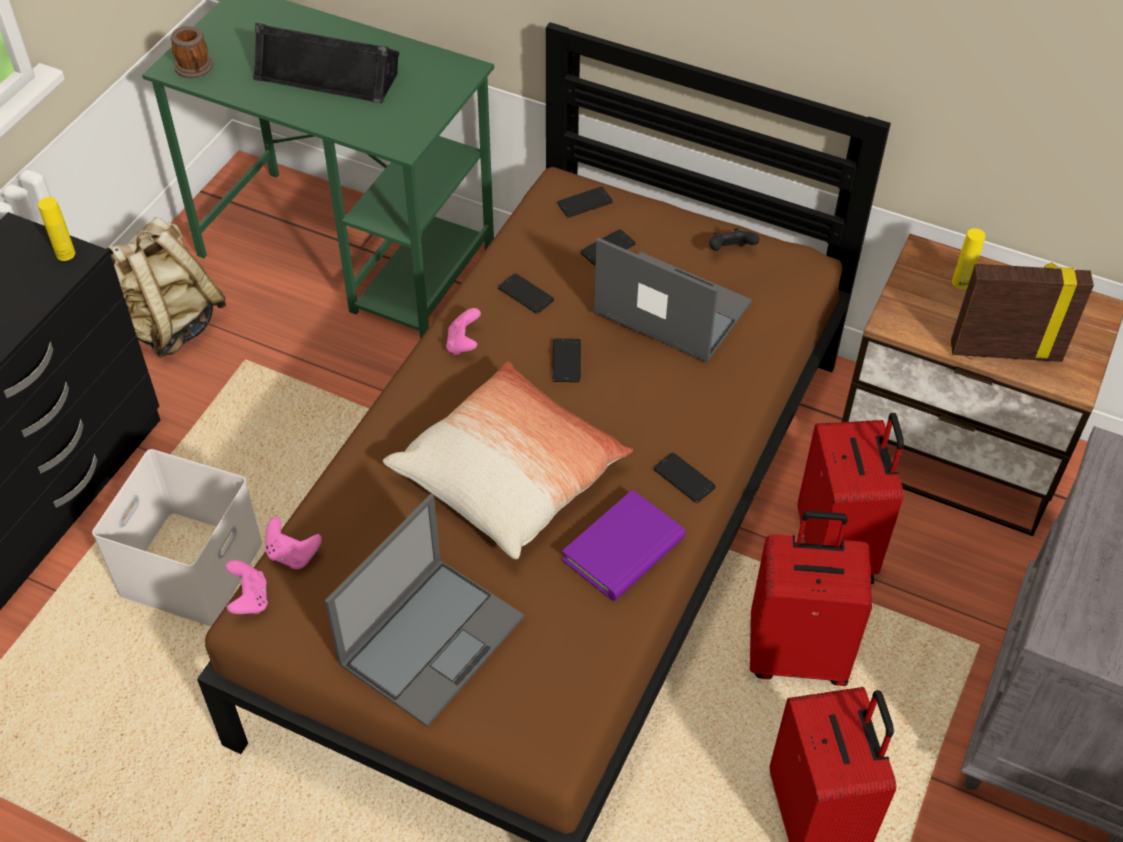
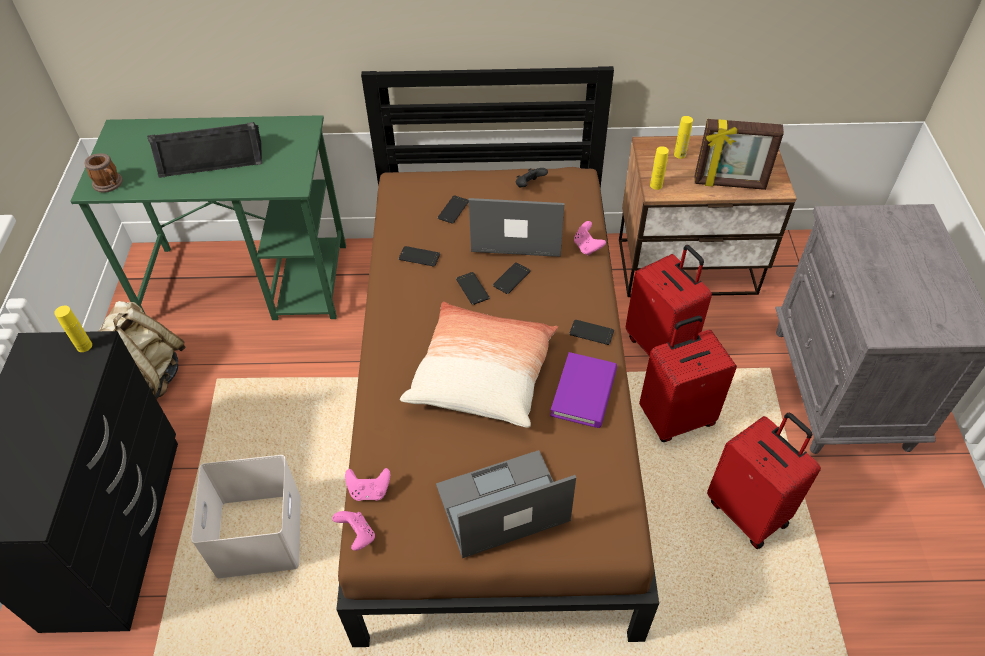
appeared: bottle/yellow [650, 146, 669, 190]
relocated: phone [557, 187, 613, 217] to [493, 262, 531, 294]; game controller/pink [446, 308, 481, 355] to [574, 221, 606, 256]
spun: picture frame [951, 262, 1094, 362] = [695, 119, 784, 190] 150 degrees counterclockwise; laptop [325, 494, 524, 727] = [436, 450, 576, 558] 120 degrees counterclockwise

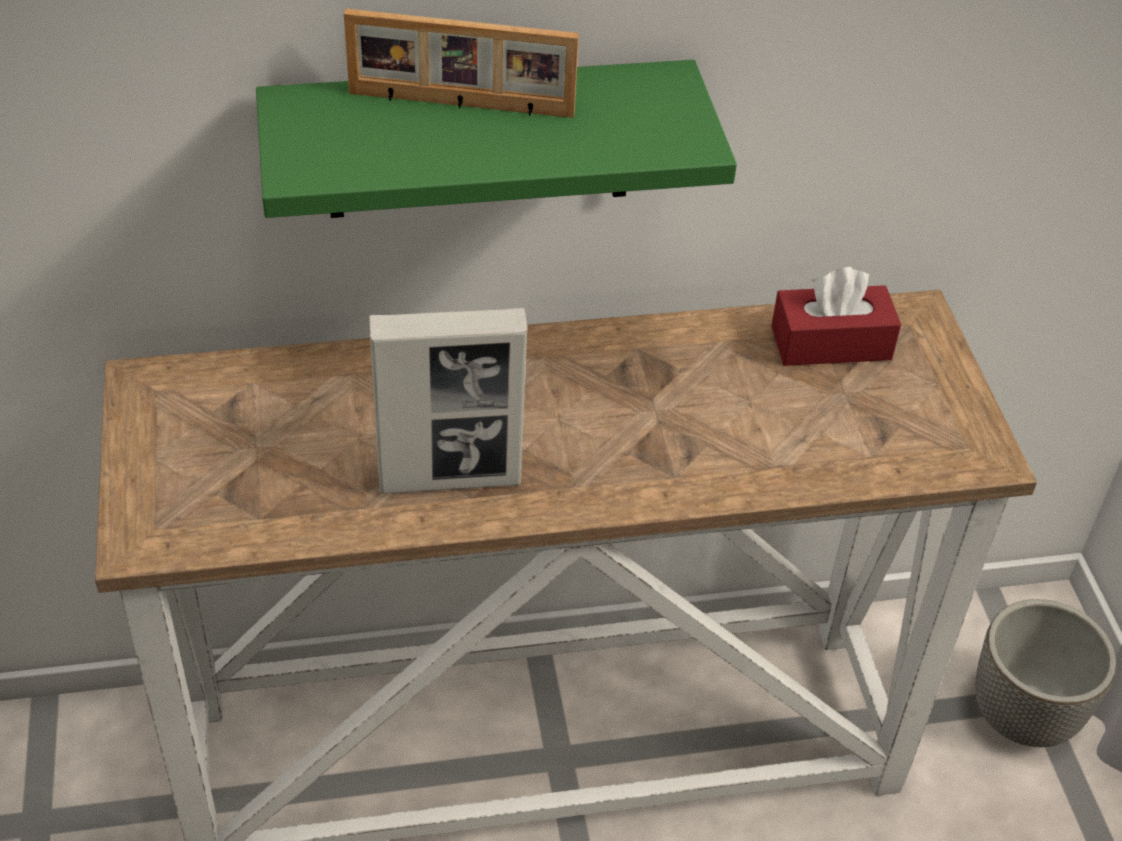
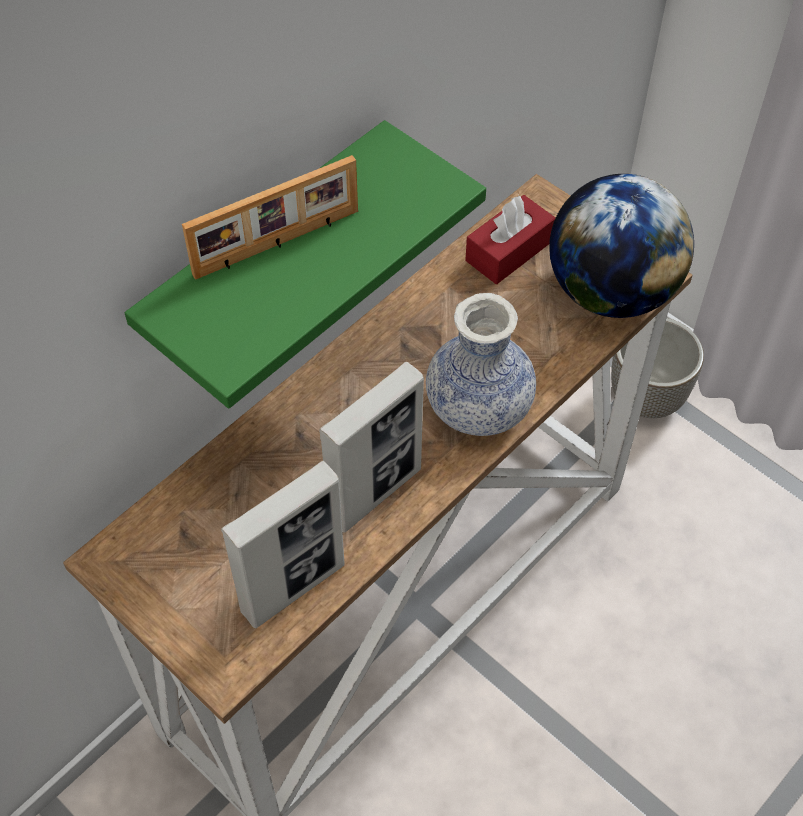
appeared: globe [549, 174, 694, 318]; vase [426, 293, 536, 436]; picture frame [221, 461, 345, 628]

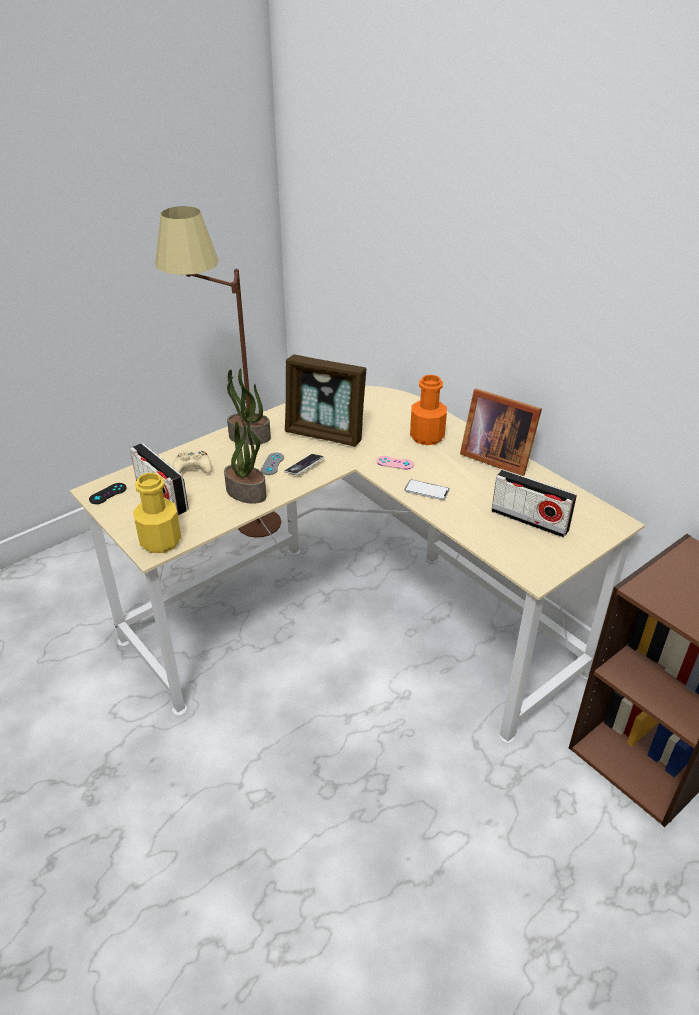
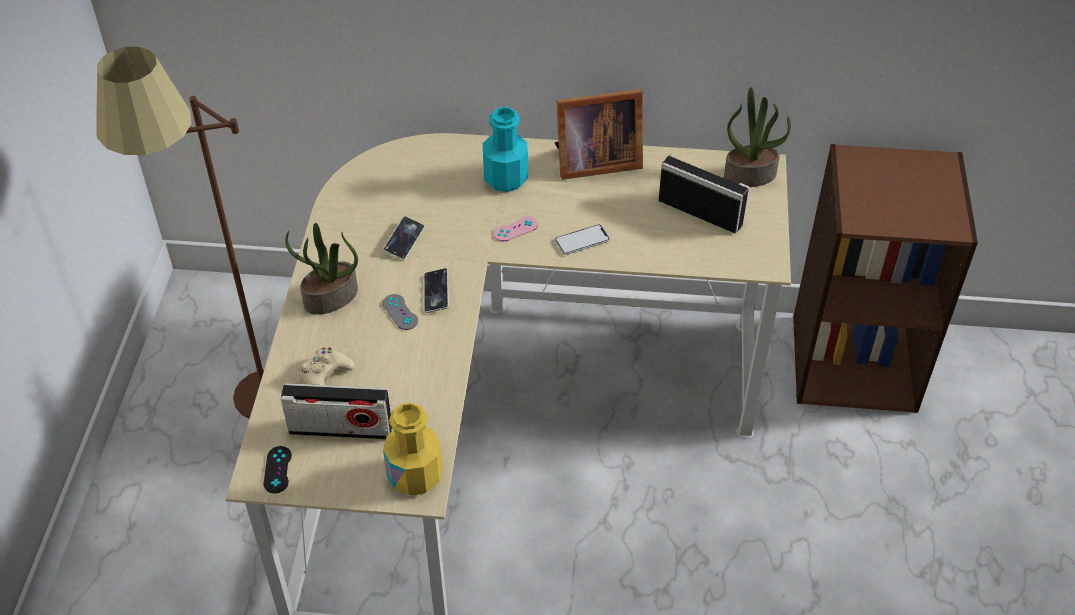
relocated: potted plant [224, 415, 266, 504] to [724, 87, 791, 187]
exchanged: picture frame [285, 354, 366, 447] to phone [383, 216, 425, 260]
colour: bottle/orange [410, 375, 447, 445] to bottle/turquoise [483, 107, 528, 192]
spun: radio [491, 469, 577, 538] = [658, 154, 750, 233] 135 degrees counterclockwise

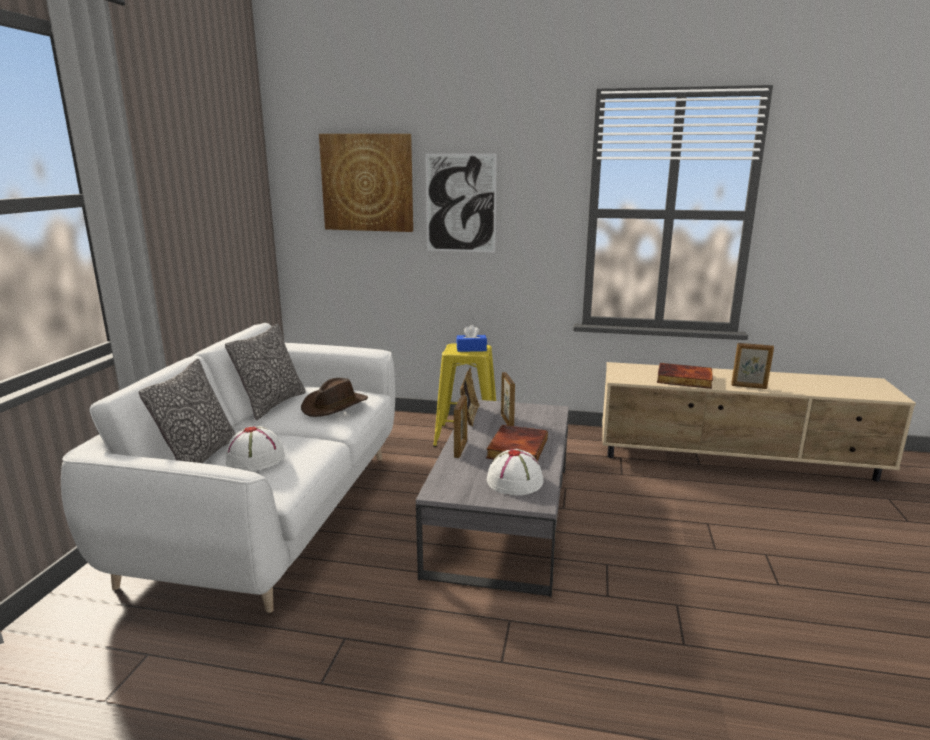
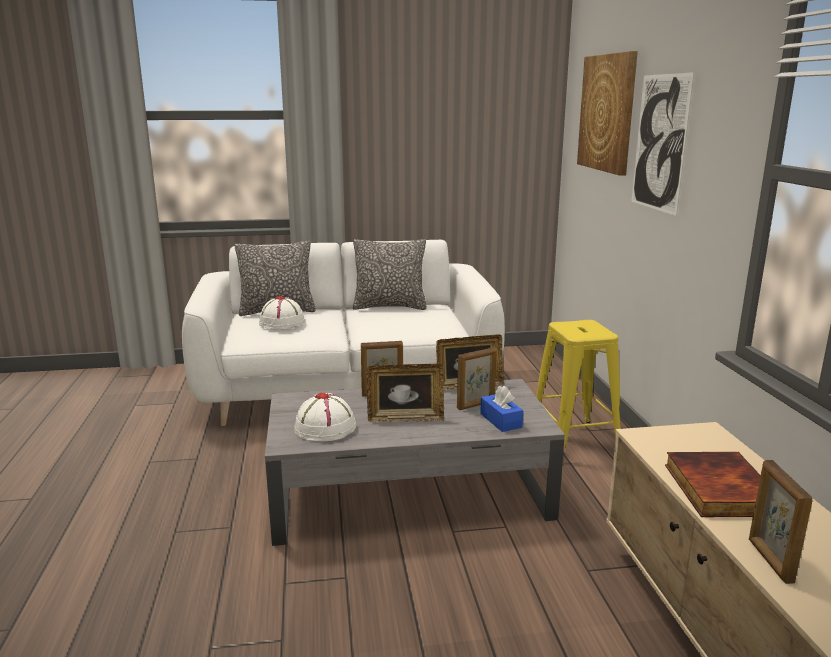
missing: hat/brown [301, 378, 368, 417]
relocated: tissue box/blue [456, 325, 487, 352] to [480, 386, 523, 432]
exchanged: book [486, 425, 548, 461] to picture frame [366, 364, 444, 423]

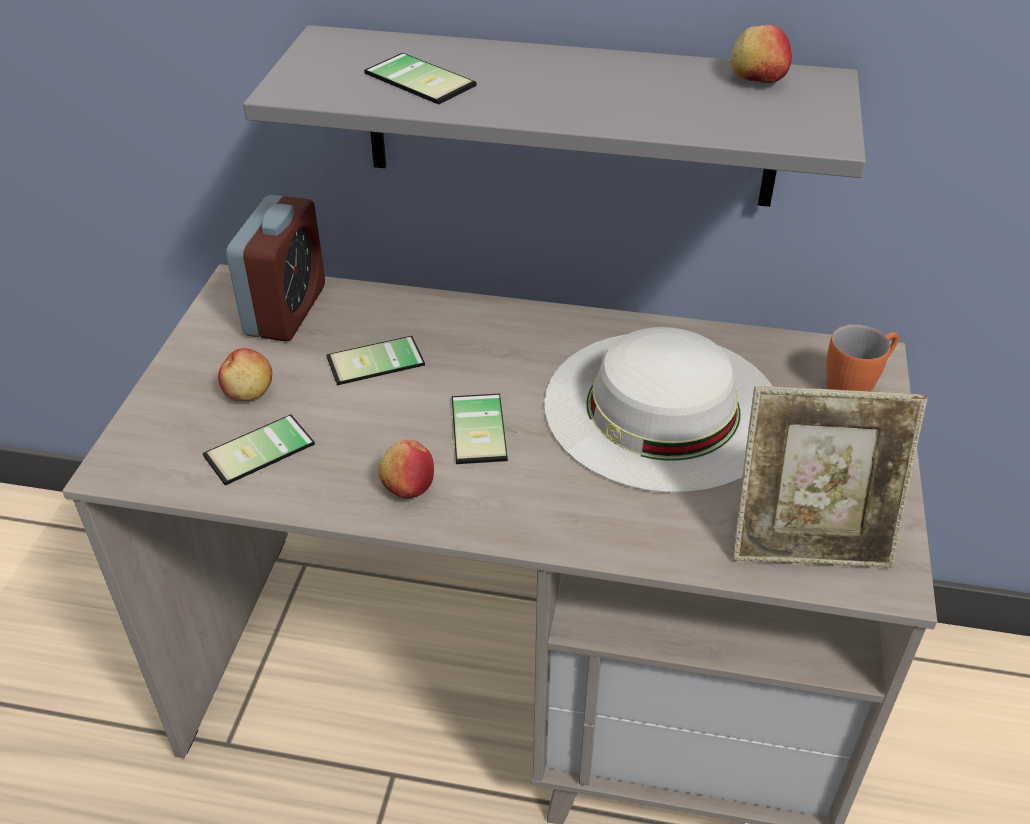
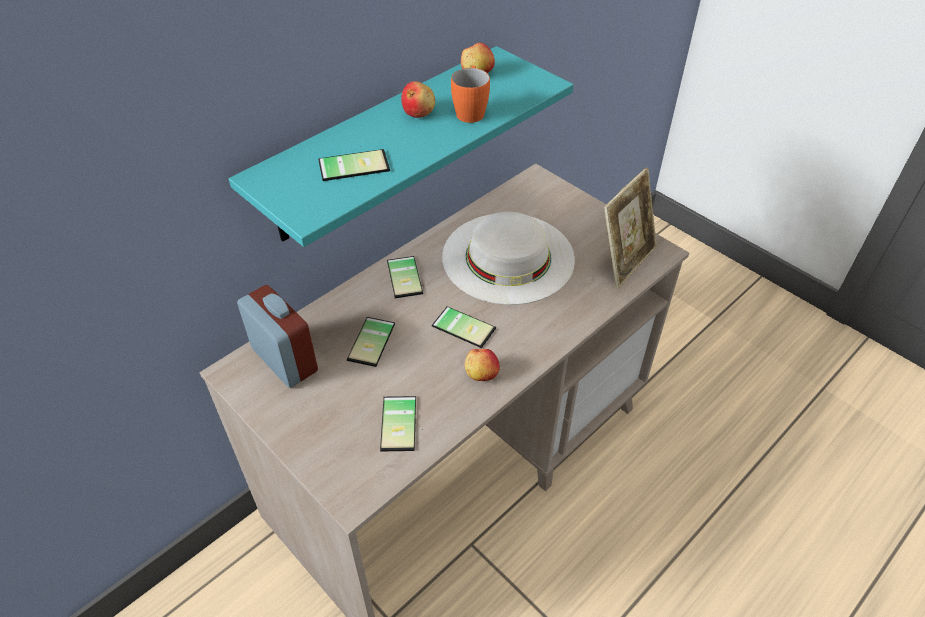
appeared: phone [387, 256, 423, 298]
relocated: mug/orange [826, 324, 899, 391] to [451, 66, 490, 123]; apple [218, 348, 272, 402] to [401, 81, 435, 118]
colour: shelf/grey [243, 25, 866, 207] to shelf/turquoise [229, 46, 573, 247]

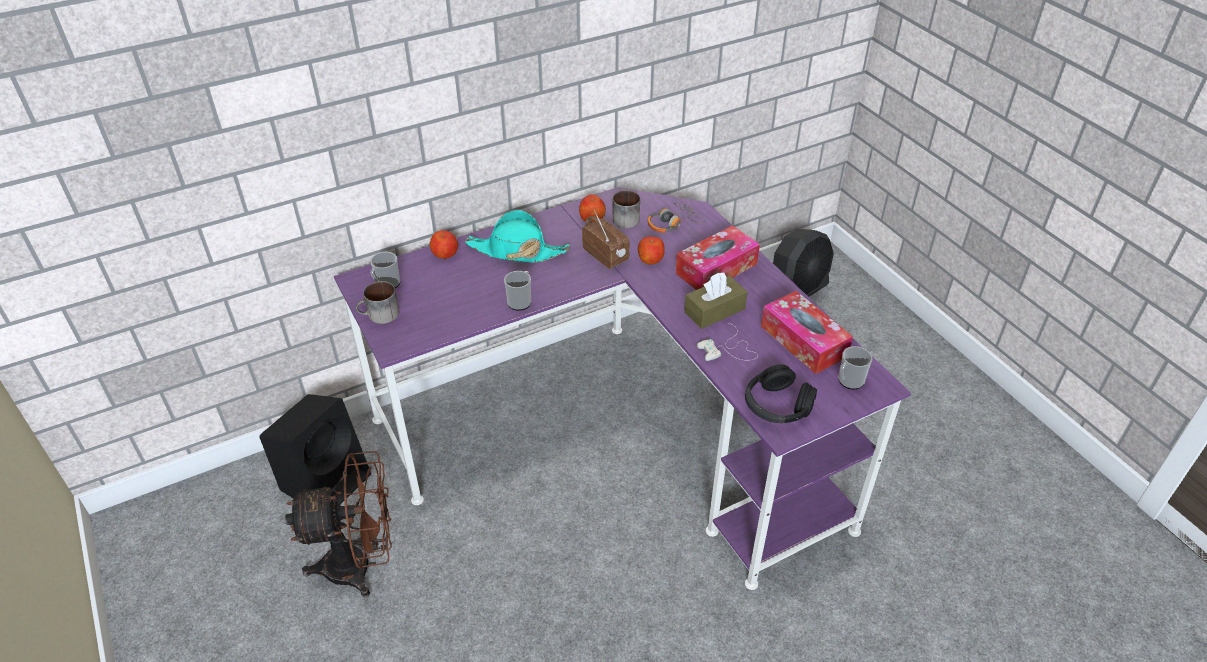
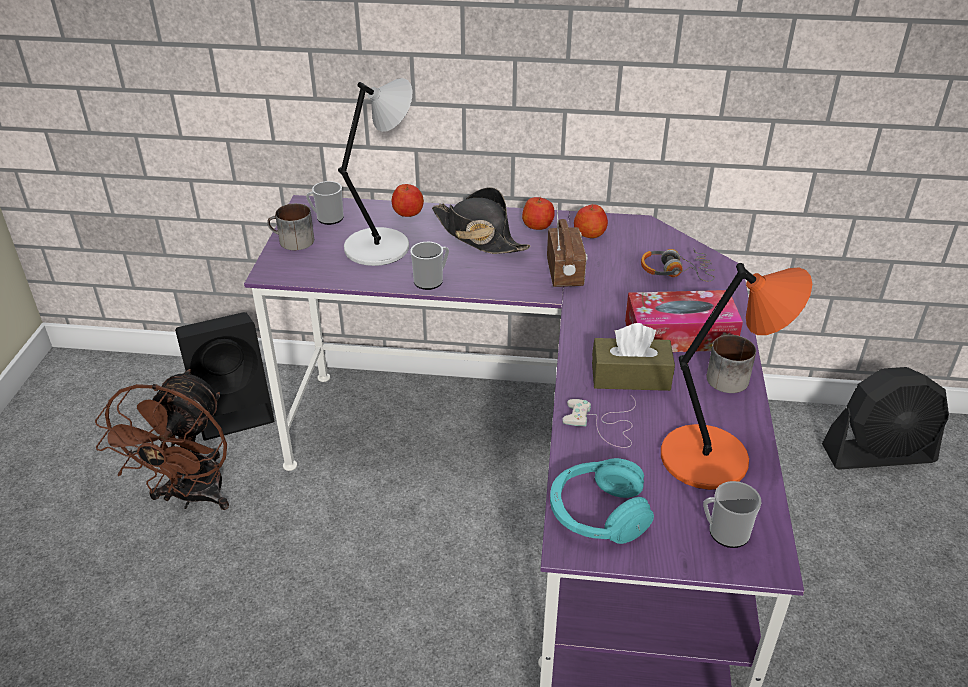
appeared: table lamp/grey [338, 78, 413, 266]
relocated: mug [612, 190, 640, 228] to [706, 335, 756, 393]; apple [638, 237, 665, 265] to [522, 197, 555, 230]
exchanged: tissue box [761, 291, 853, 374] to table lamp/orange [661, 263, 812, 490]
colour: hat/turquoise [465, 210, 570, 262] to hat/black [432, 187, 530, 254]; headphones/black [745, 364, 817, 423] to headphones/turquoise [550, 458, 654, 544]
spun: fan/brown [285, 451, 392, 598] = [95, 369, 229, 510] 75 degrees clockwise

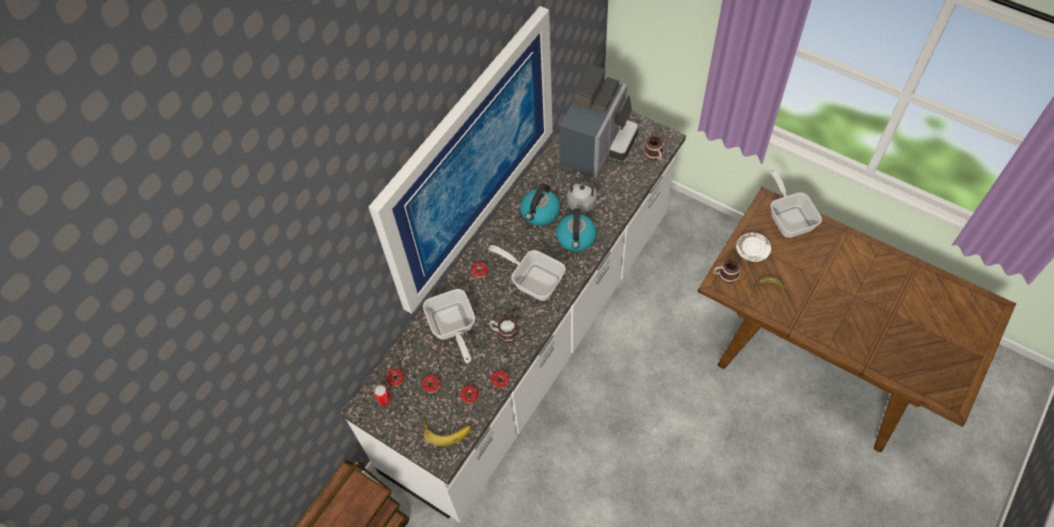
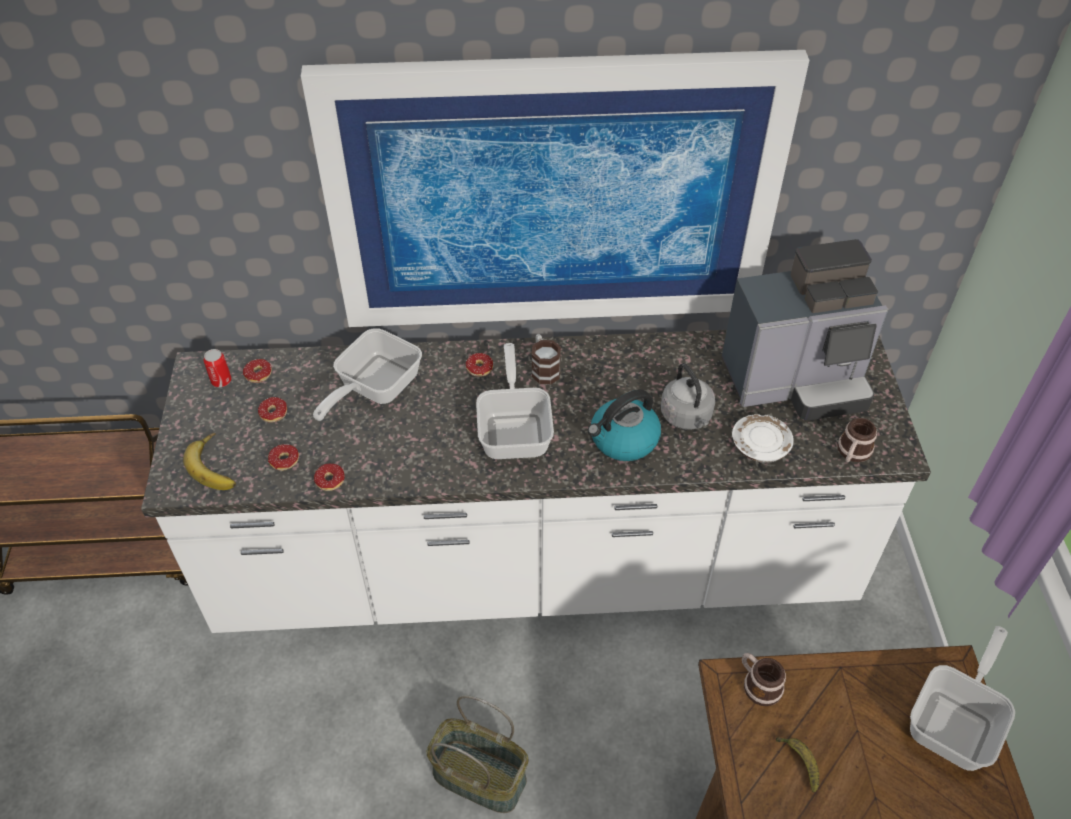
missing: kettle [520, 184, 560, 226]
appeared: basket [427, 695, 529, 813]
relocated: plate/white [736, 232, 771, 262] to [732, 414, 794, 463]; mug [489, 316, 518, 343] to [532, 334, 561, 385]

